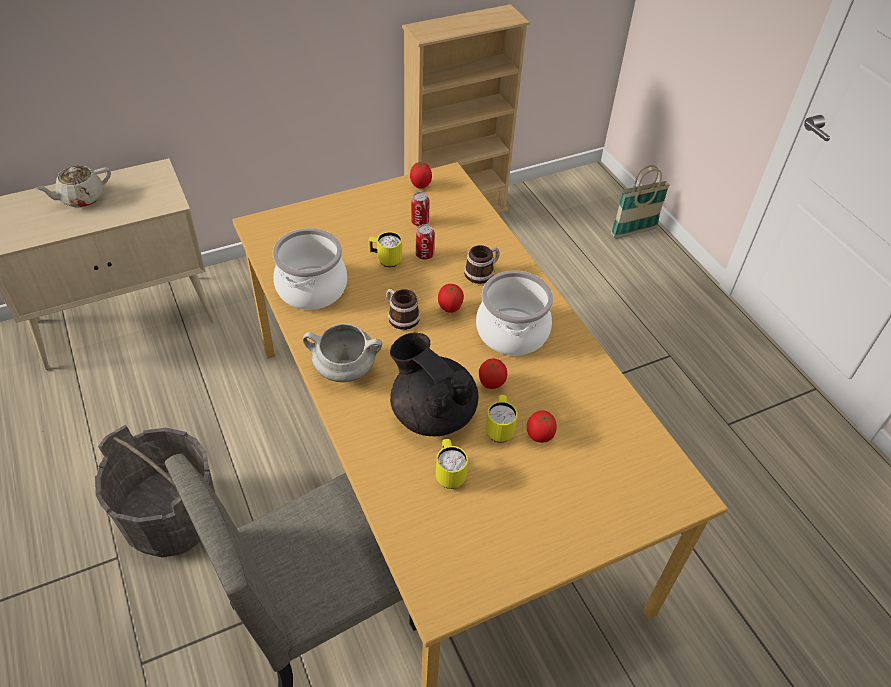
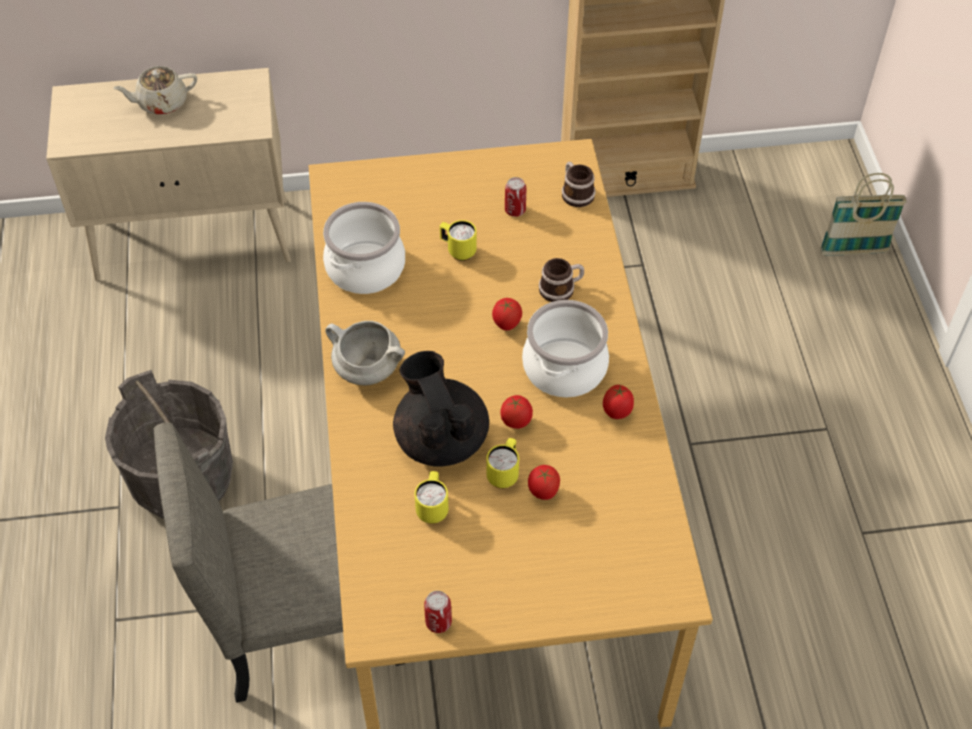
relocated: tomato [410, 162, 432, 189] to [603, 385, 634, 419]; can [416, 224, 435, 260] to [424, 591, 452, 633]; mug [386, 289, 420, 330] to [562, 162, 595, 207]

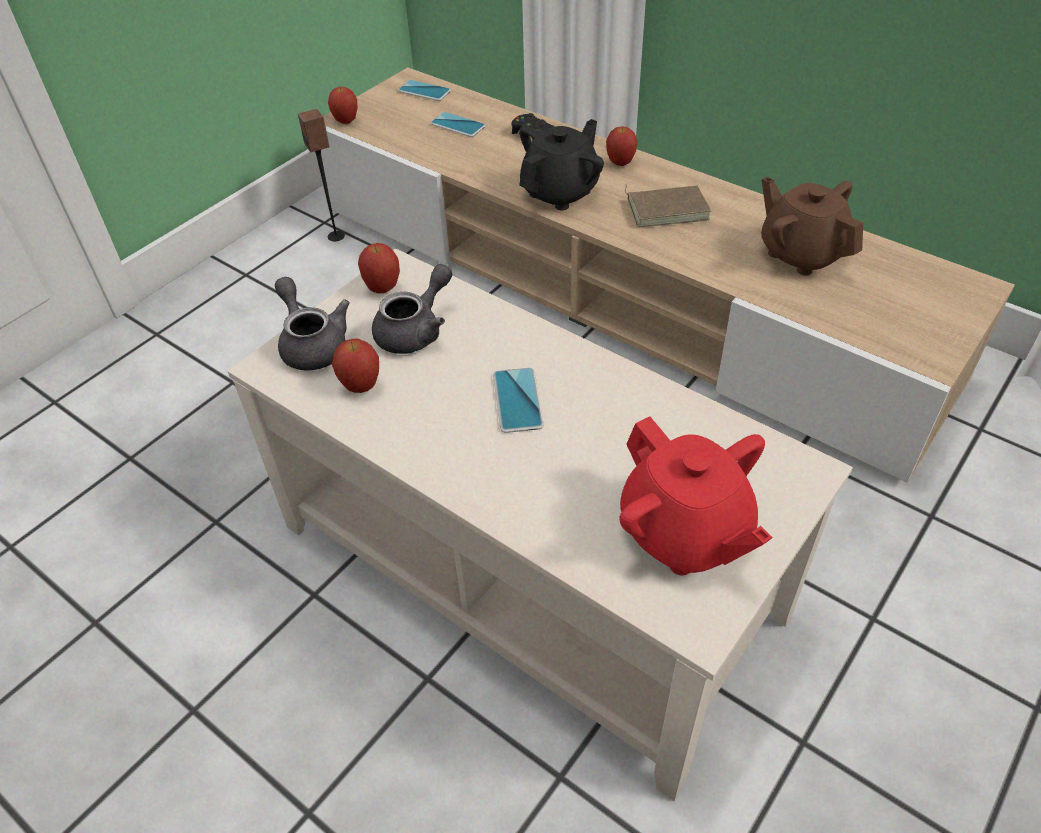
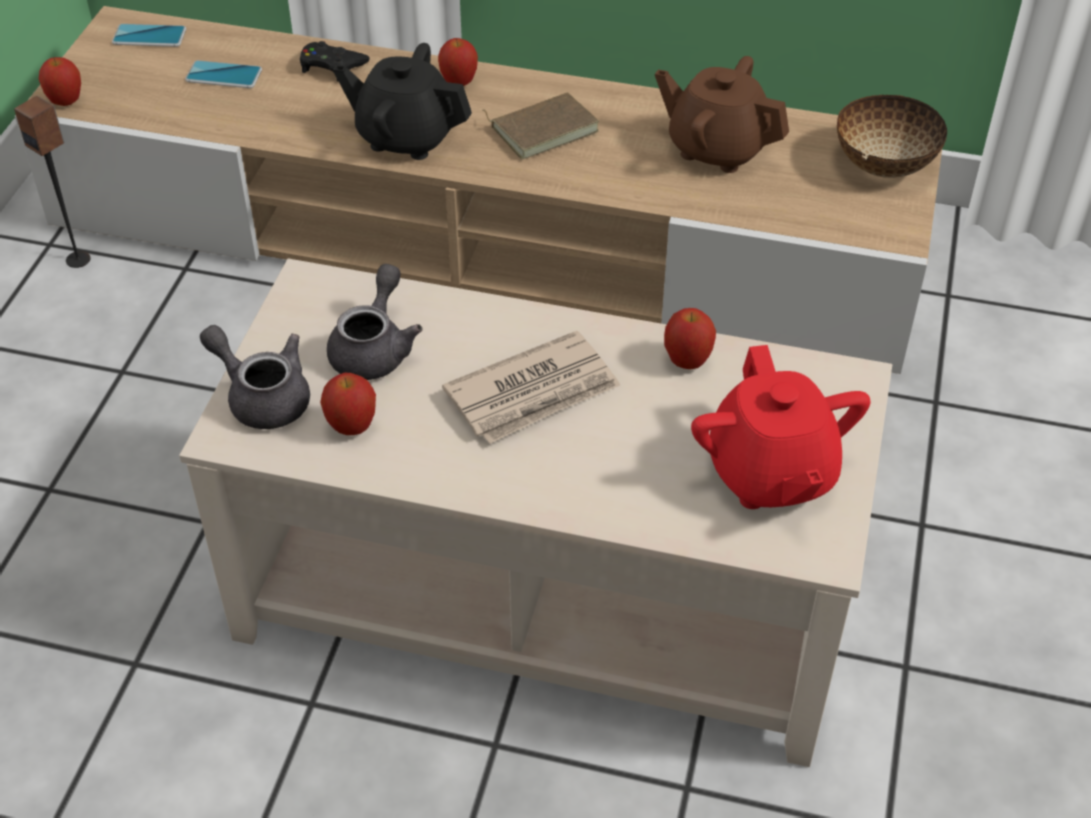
appeared: bowl [837, 95, 947, 178]
relocated: apple [358, 243, 400, 294] to [664, 308, 716, 369]
exchanged: phone [493, 368, 544, 433] to newspaper [442, 331, 620, 444]
spun: teapot/black [519, 119, 604, 210] = [333, 43, 472, 160] 90 degrees counterclockwise; teapot/red [620, 416, 772, 575] = [691, 345, 871, 509] 45 degrees clockwise

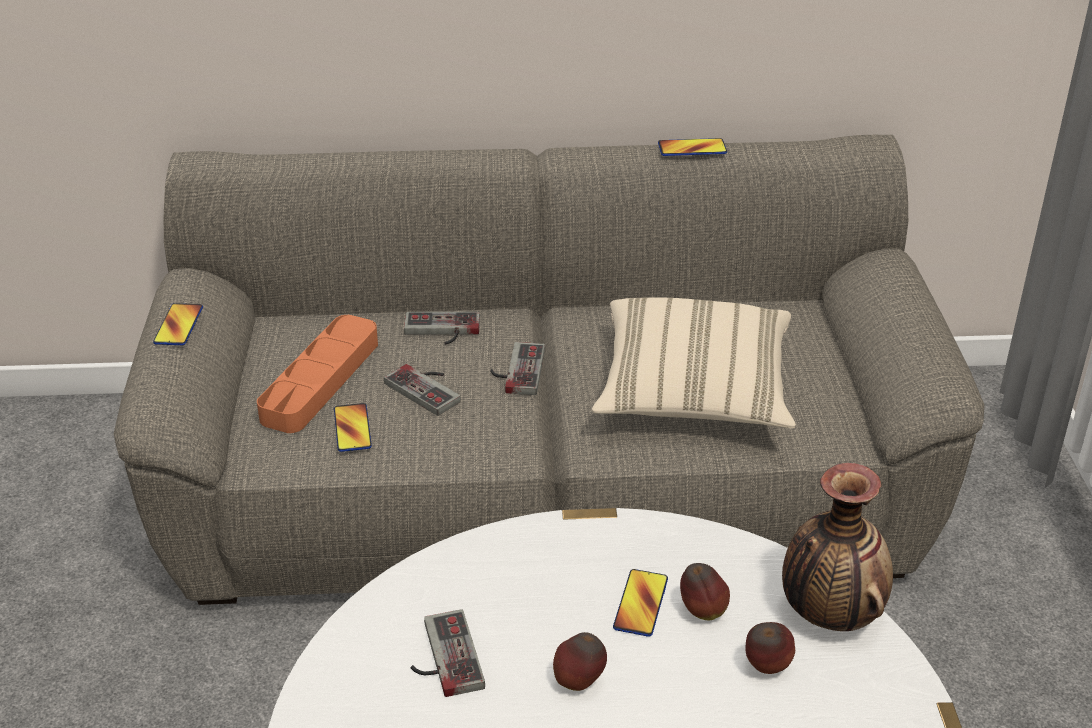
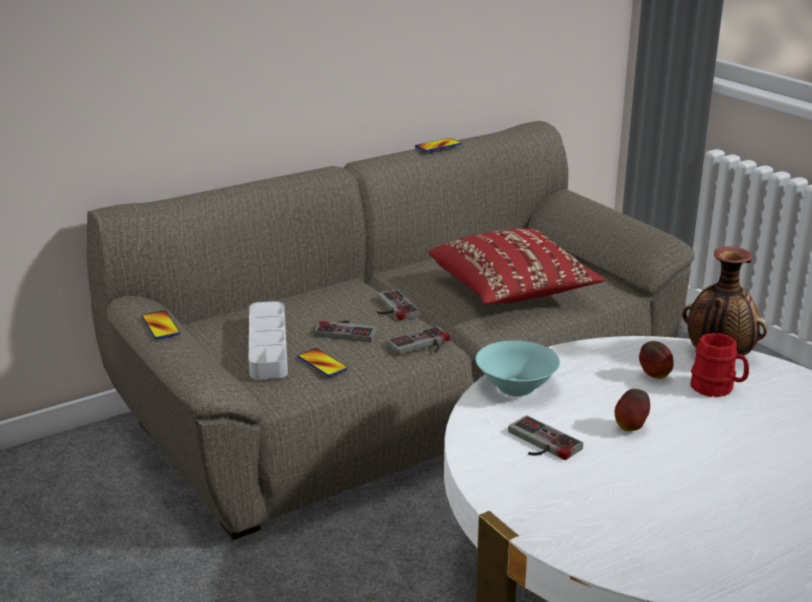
missing: phone [613, 569, 668, 637]
appeared: bowl/turquoise [475, 340, 560, 397]
relocated: game controller [404, 312, 480, 345] to [387, 326, 450, 355]
exchanged: apple [746, 622, 795, 674] to mug/red [690, 333, 749, 397]
colour: pillow/beige [592, 297, 796, 428] to pillow/red [428, 228, 605, 305]; tray/orange [257, 315, 378, 433] to tray/grey [249, 301, 288, 380]

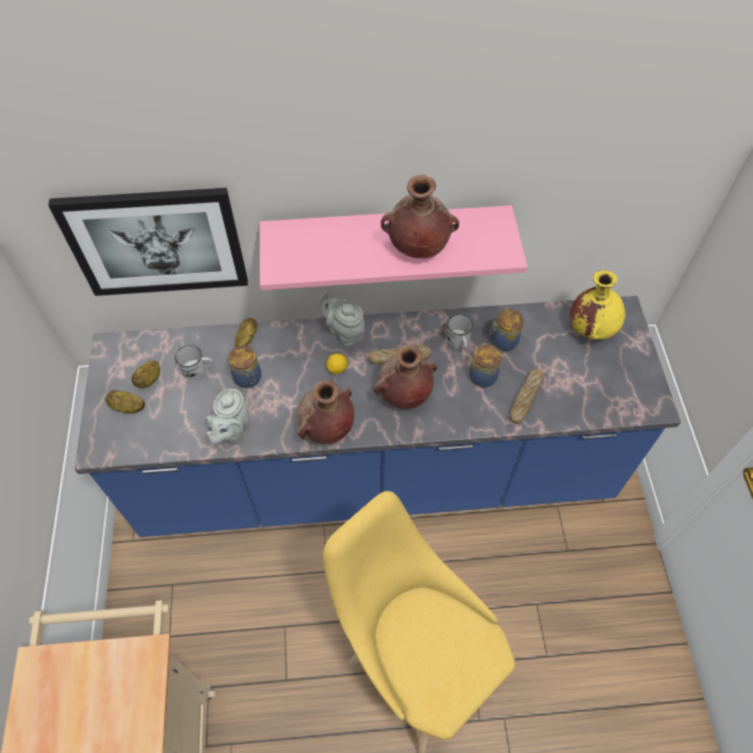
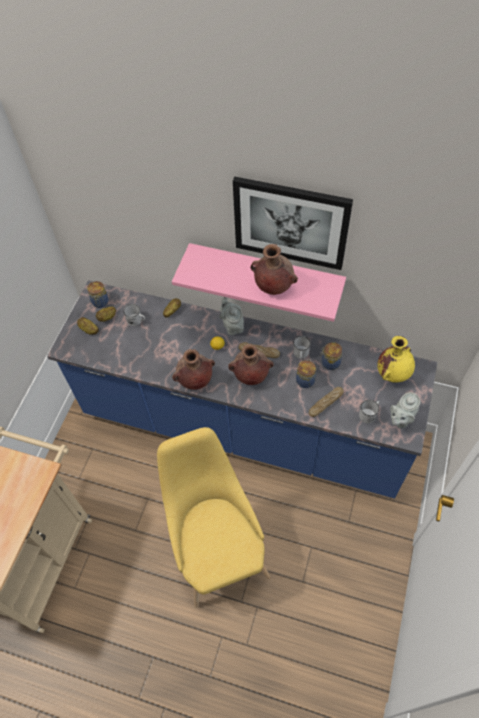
appeared: mug/white [359, 400, 380, 424]
relocated: picture [48, 188, 248, 296] to [233, 177, 353, 270]; jar [228, 346, 261, 388] to [87, 281, 109, 308]; teapot/grey [206, 389, 249, 445] to [390, 392, 420, 428]

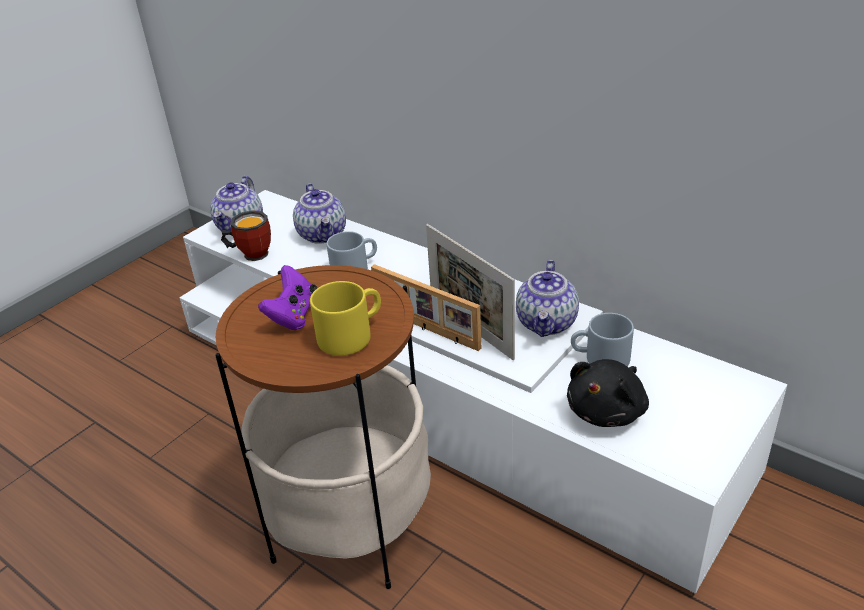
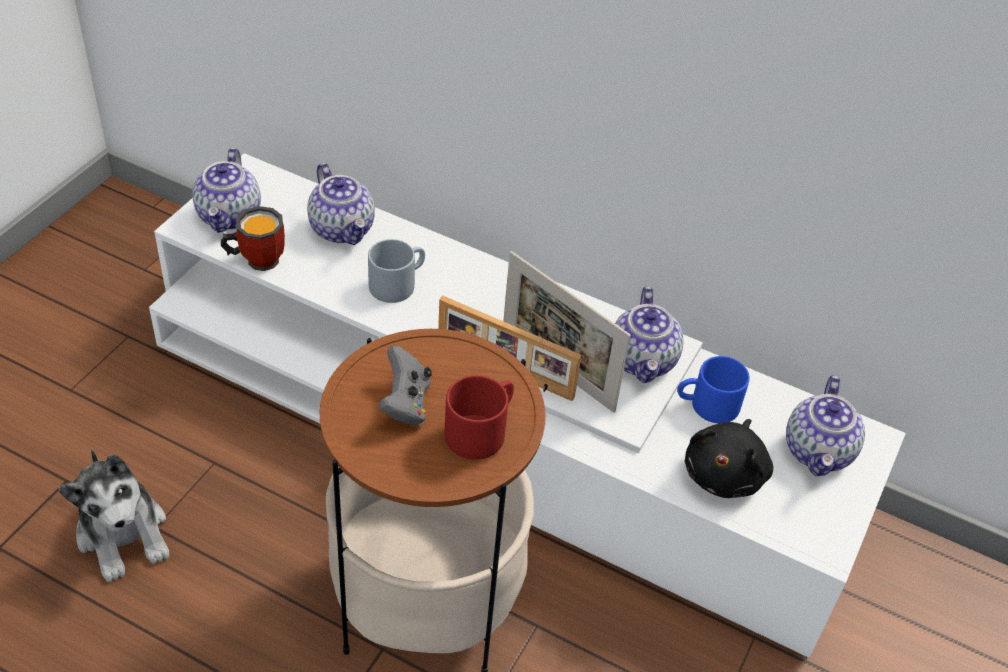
appeared: teapot [786, 375, 865, 476]; plush toy [58, 448, 170, 582]
colour: game controller/purple [258, 265, 317, 330] to game controller/grey [378, 346, 432, 426]; mug/yellow [310, 281, 381, 356] to mug/red [445, 375, 514, 460]; mug/grey [571, 313, 634, 366] to mug/blue [677, 356, 750, 423]

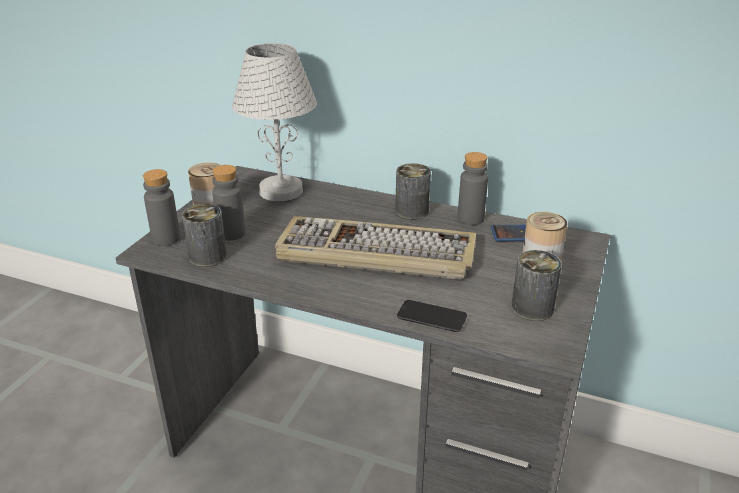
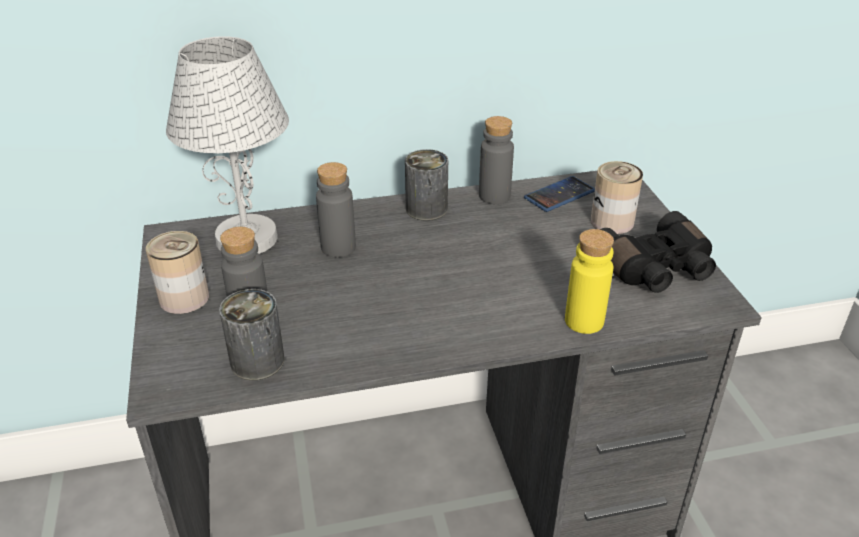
missing: keyboard [275, 216, 476, 280]
relocated: bottle/grey [143, 169, 180, 246] to [316, 162, 356, 257]
exchanged: can [511, 250, 562, 321] to binoculars/black [599, 211, 716, 293]; phone [397, 300, 467, 332] to bottle/yellow [565, 229, 614, 334]

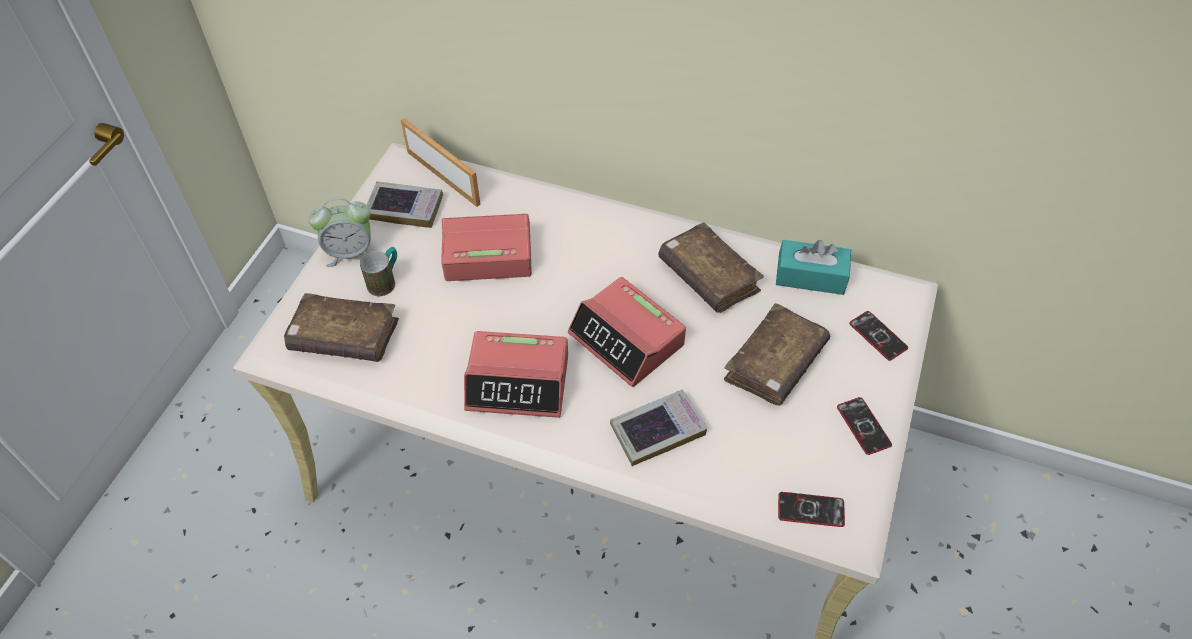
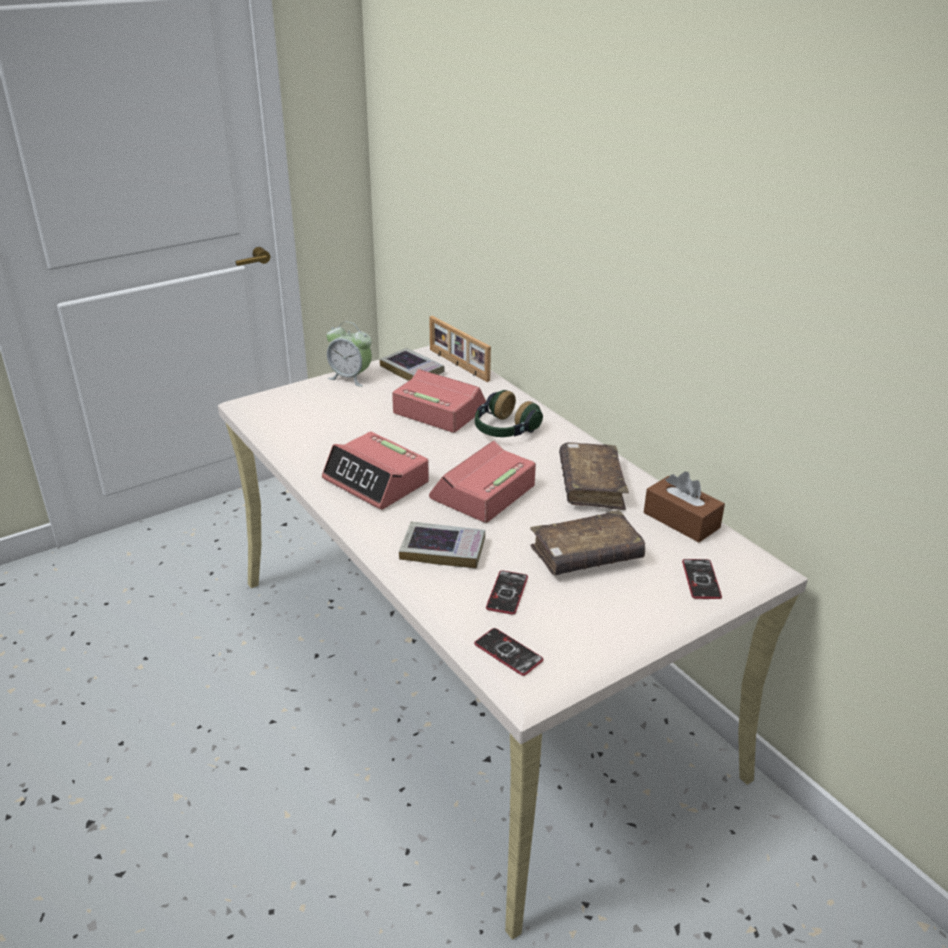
missing: mug [360, 247, 397, 296]; book/brown [284, 293, 399, 362]
appeared: headphones [475, 390, 543, 437]
relocated: phone [837, 397, 892, 455] to [486, 570, 528, 615]
colour: tissue box/turquoise [776, 240, 851, 295] to tissue box/brown [644, 472, 725, 542]
spun: picture frame [401, 118, 480, 207] = [429, 316, 491, 382] 150 degrees clockwise; alarm clock [568, 277, 686, 387] = [429, 440, 536, 523] 45 degrees clockwise

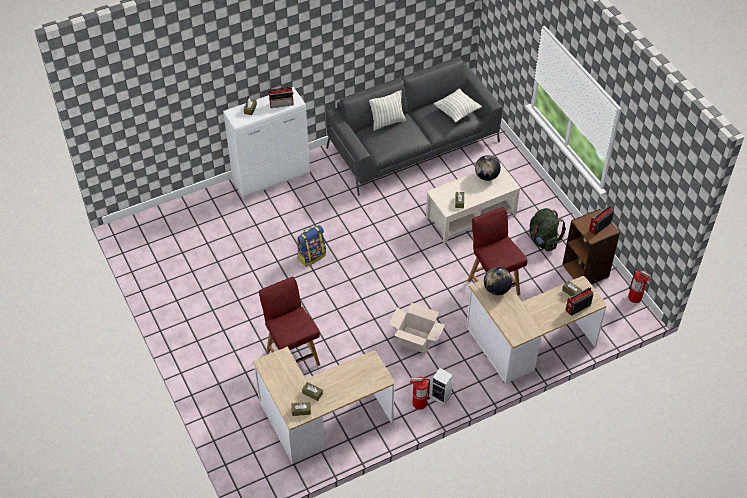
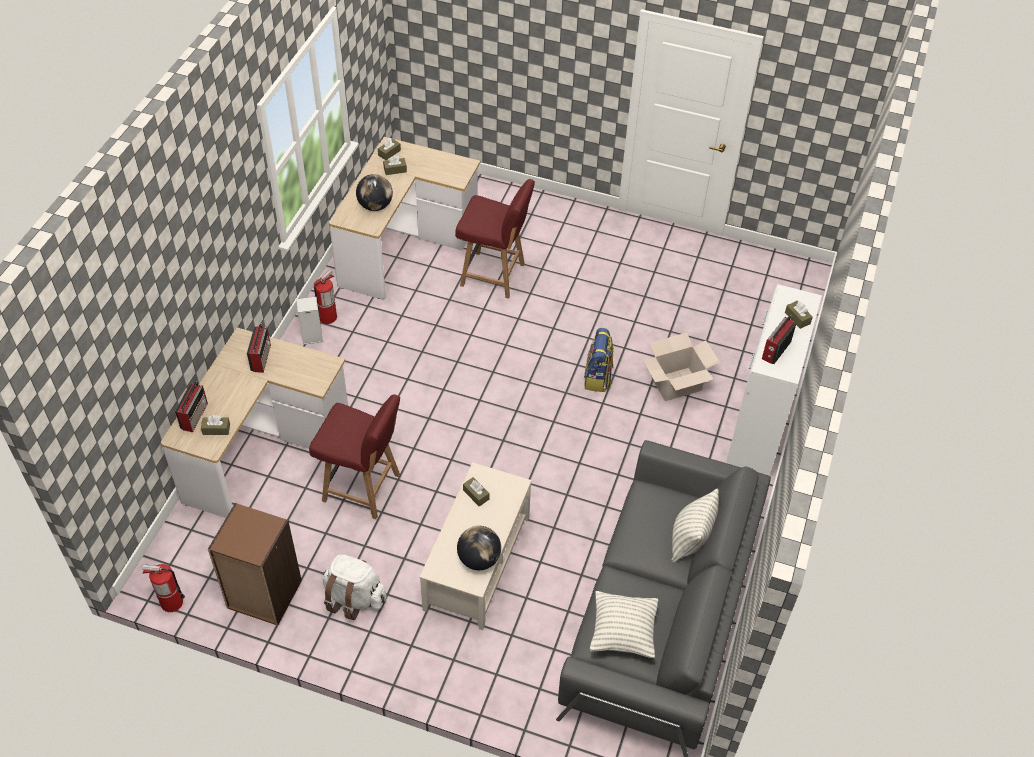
relocated: radio [589, 205, 614, 235] to [247, 323, 271, 373]; globe [484, 267, 512, 295] to [356, 174, 393, 211]; cardboard box [389, 303, 445, 354] to [643, 333, 719, 401]
colour: backpack/green [529, 208, 566, 252] to backpack/white [323, 555, 387, 620]

